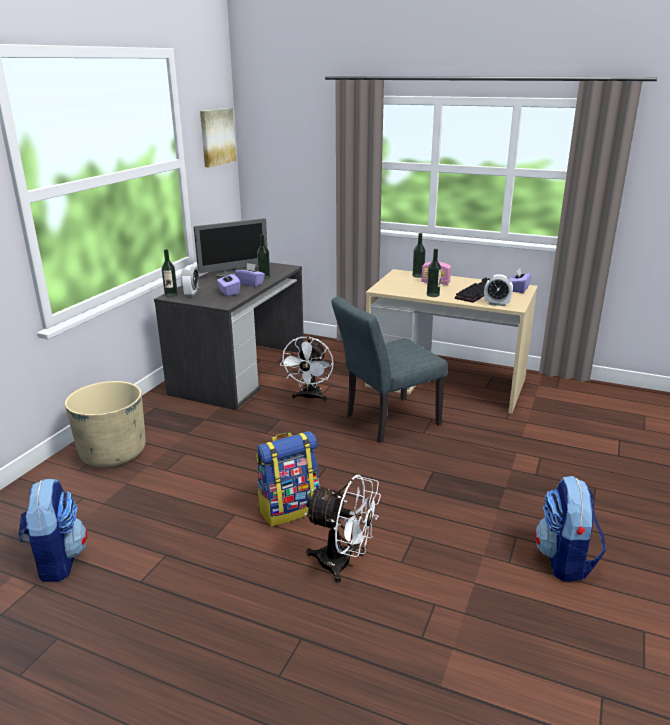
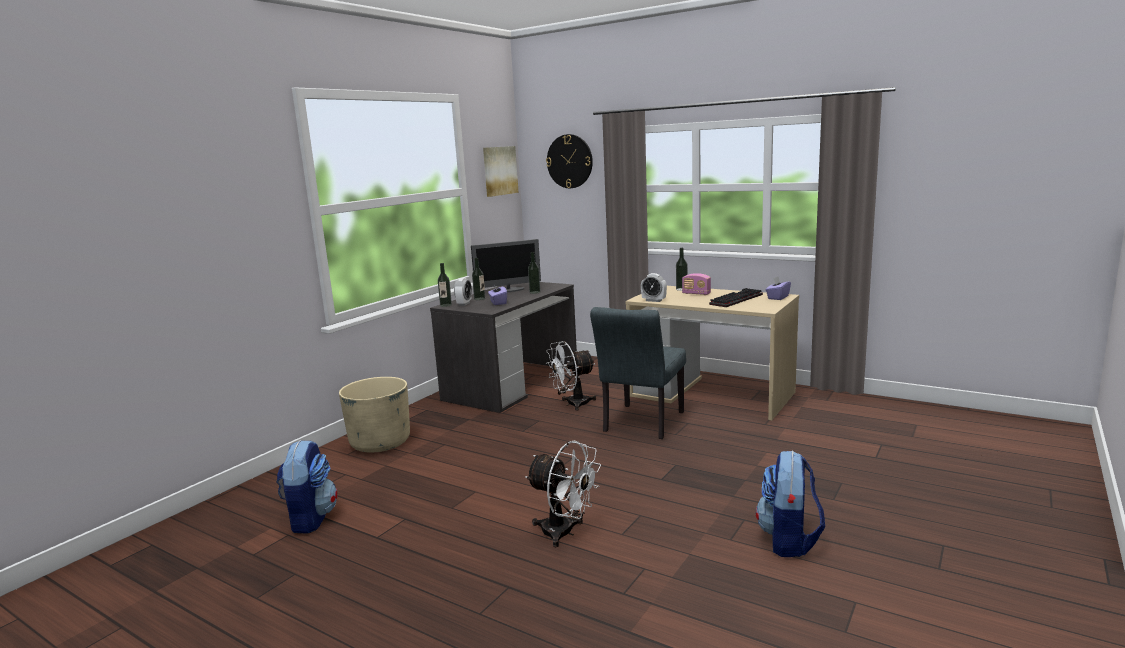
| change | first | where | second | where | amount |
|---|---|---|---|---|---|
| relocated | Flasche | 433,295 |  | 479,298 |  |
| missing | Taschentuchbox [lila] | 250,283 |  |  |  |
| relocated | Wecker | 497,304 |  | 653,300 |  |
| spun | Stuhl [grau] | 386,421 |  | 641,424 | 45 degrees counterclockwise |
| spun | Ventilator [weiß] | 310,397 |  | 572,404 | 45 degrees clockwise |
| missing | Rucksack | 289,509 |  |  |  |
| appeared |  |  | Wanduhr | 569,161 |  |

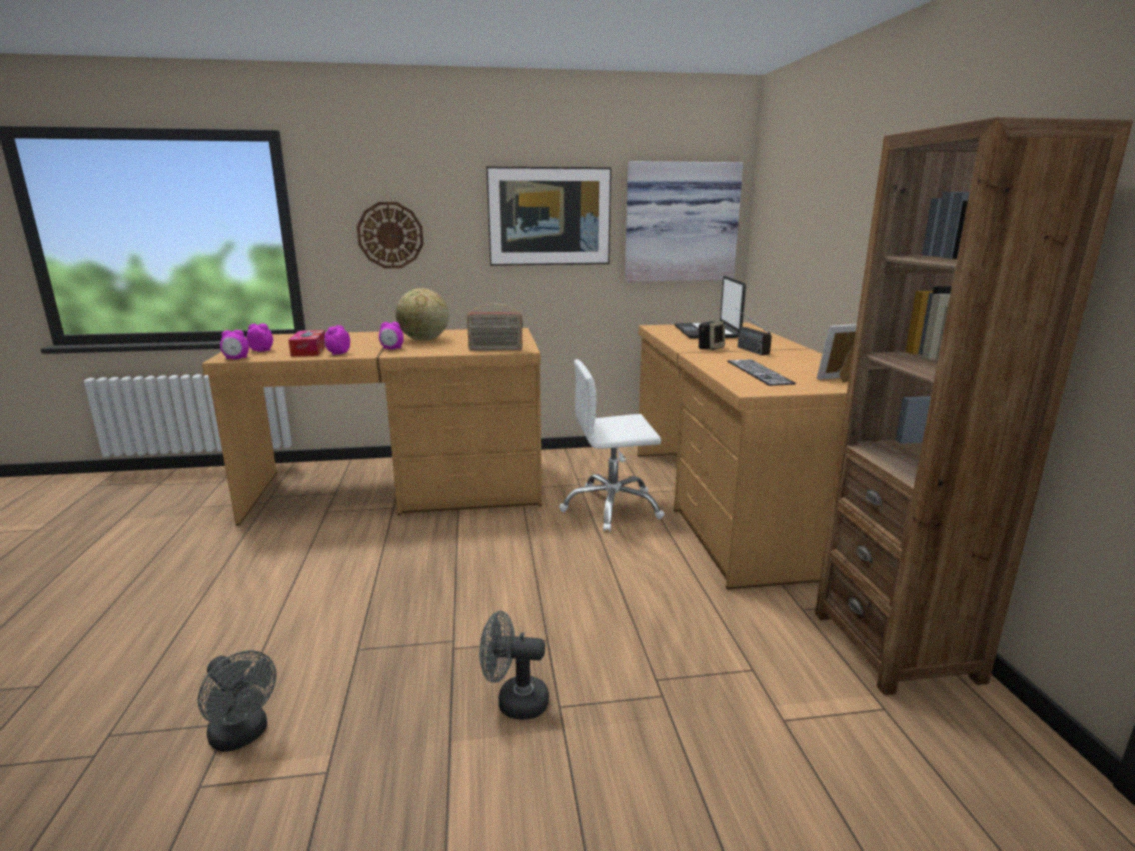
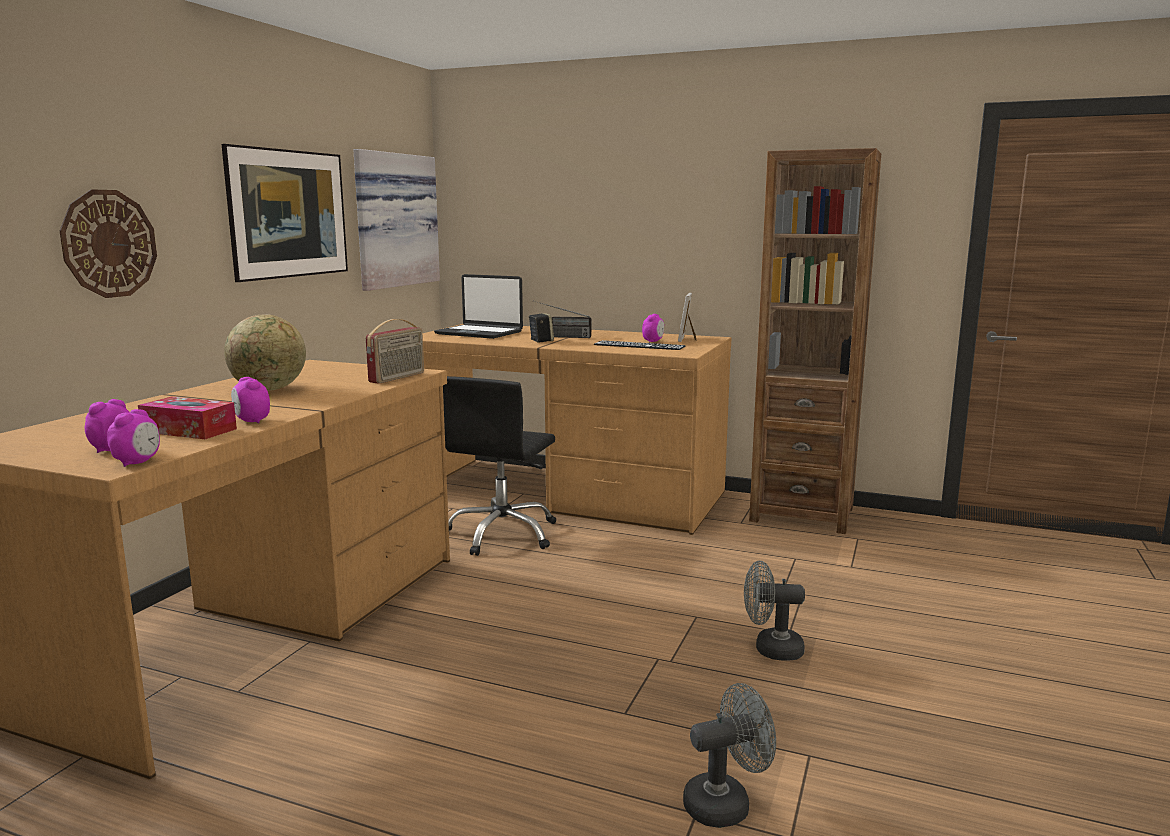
| change | first | where | second | where | amount |
|---|---|---|---|---|---|
| relocated | Wecker | 392,349 |  | 653,341 |  |
| colour | Bürostuhl [weiß] | 612,507 | Bürostuhl [schwarz] | 502,534 |  |
| spun | Ventilator [grau] | 514,701 |  | 770,649 | 60 degrees clockwise |

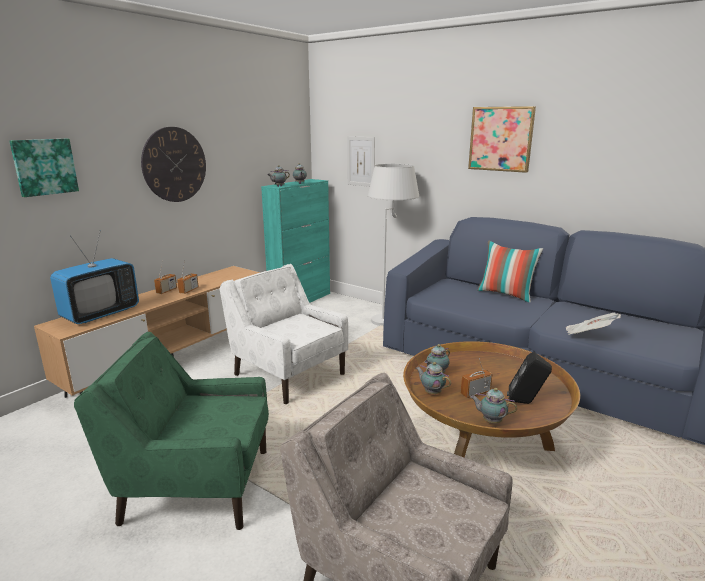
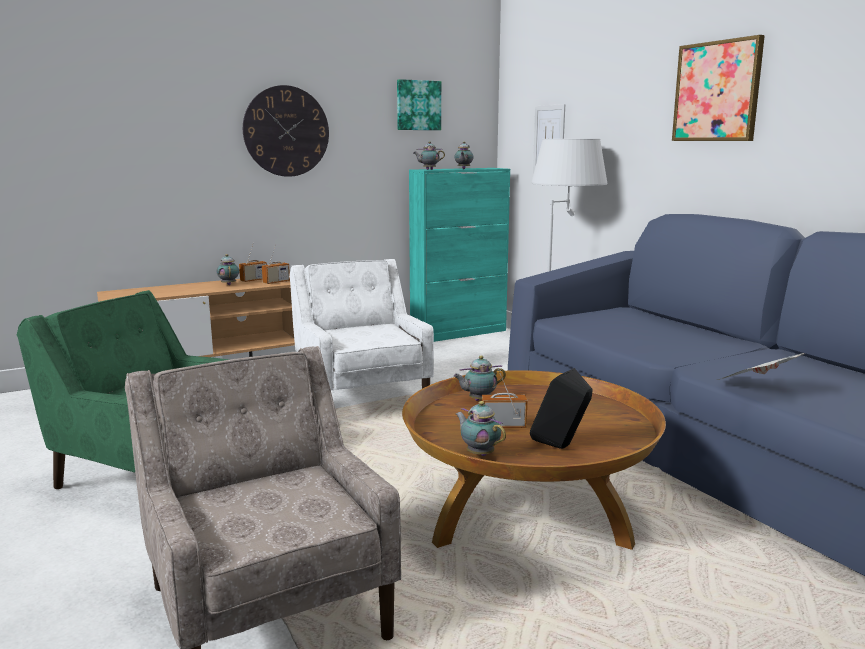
| change | first | where | second | where | amount |
|---|---|---|---|---|---|
| relocated | Bild | 44,167 |  | 418,105 |  |
| missing | Fernseher | 101,314 |  |  |  |
| missing | Kissen | 506,294 |  |  |  |
| relocated | Teekanne | 431,392 |  | 229,284 |  |

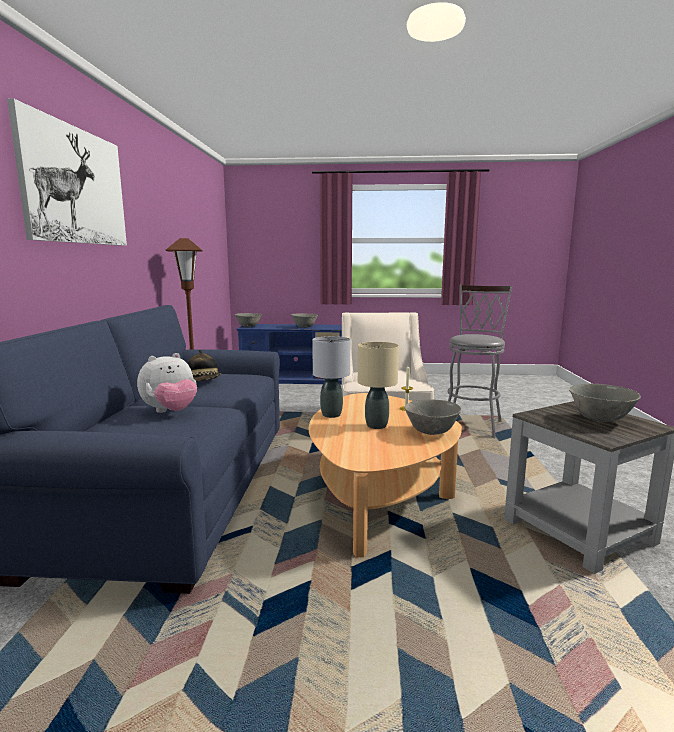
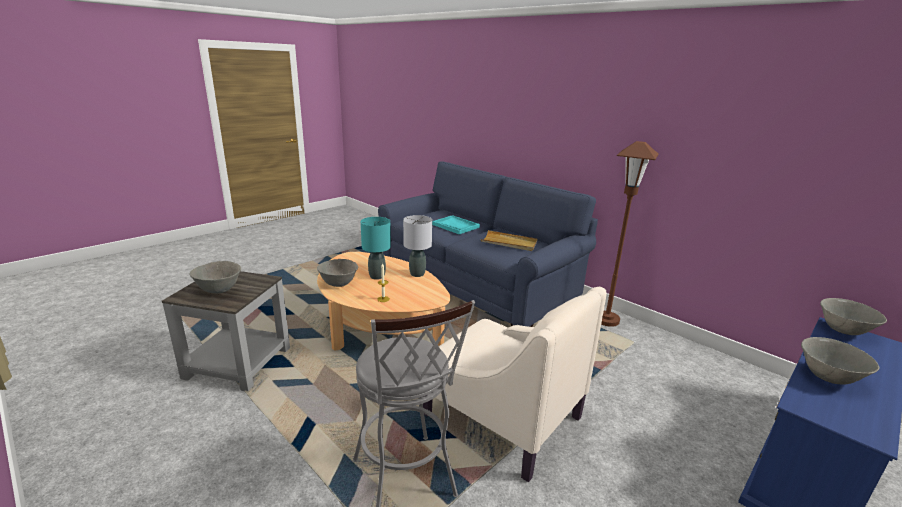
| change | first | where | second | where | amount |
|---|---|---|---|---|---|
| missing | Bild | 75,186 |  |  |  |
| colour | Tischlampe [beige] | 376,425 | Tischlampe [türkis] | 377,276 |  |
| exchanged | Hut | 204,382 | Tablett [beige] | 509,243 |  |
| exchanged | Plüschtier | 171,412 | Tablett [türkis] | 455,226 |  |

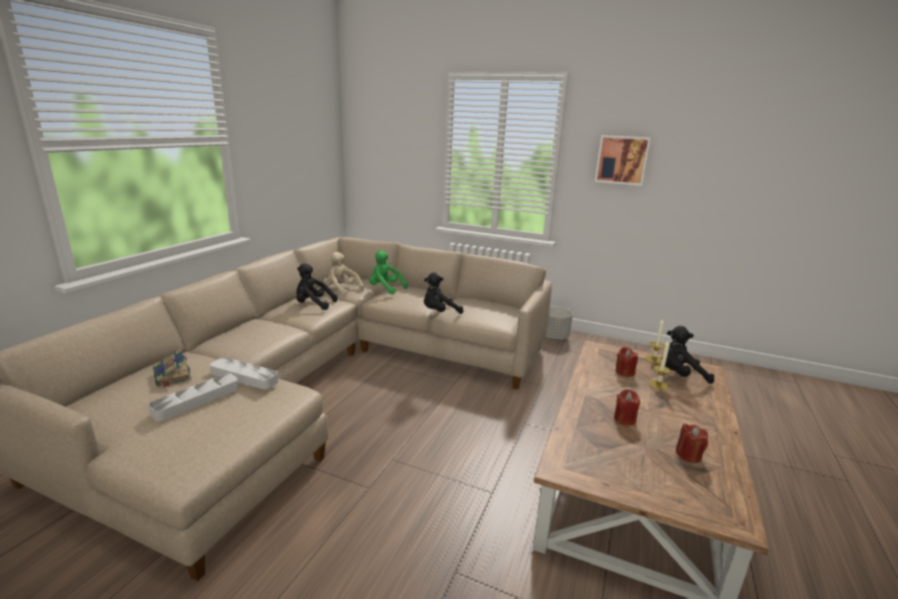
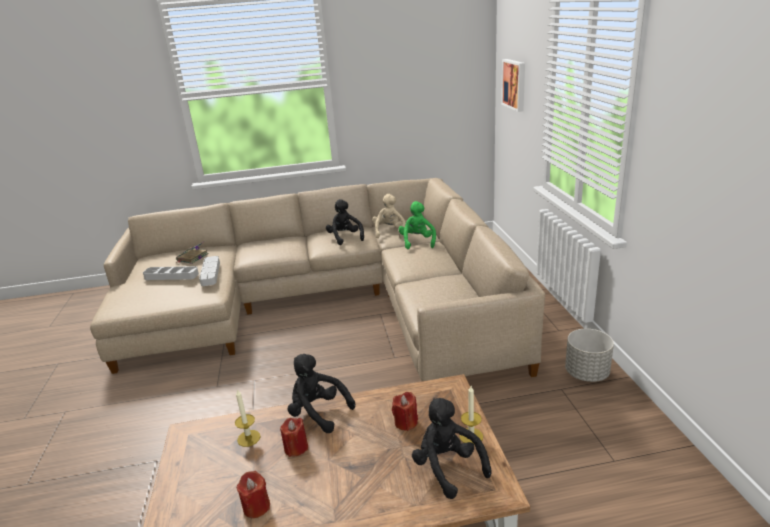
| change | first | where | second | where | amount |
|---|---|---|---|---|---|
| relocated | Bild | 622,160 |  | 515,84 |  |
| relocated | Plüschtier [schwarz] | 439,312 |  | 318,413 |  |
| relocated | Kerze | 658,385 |  | 248,438 |  |

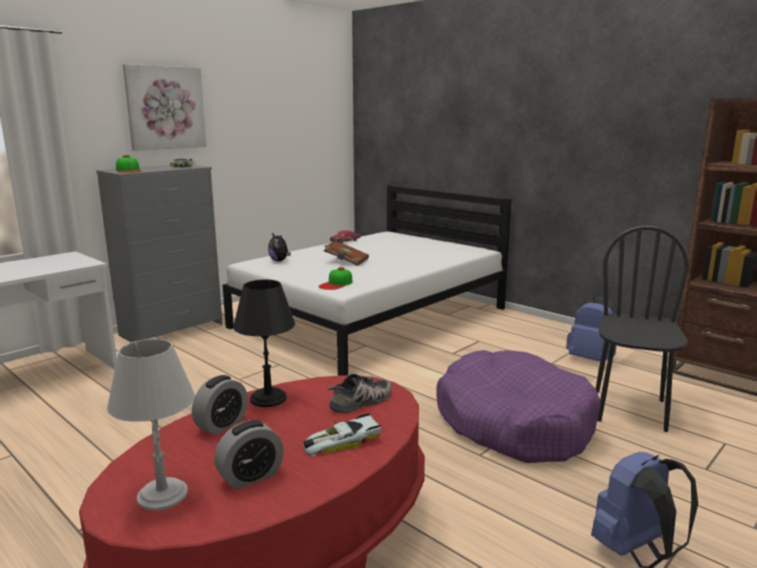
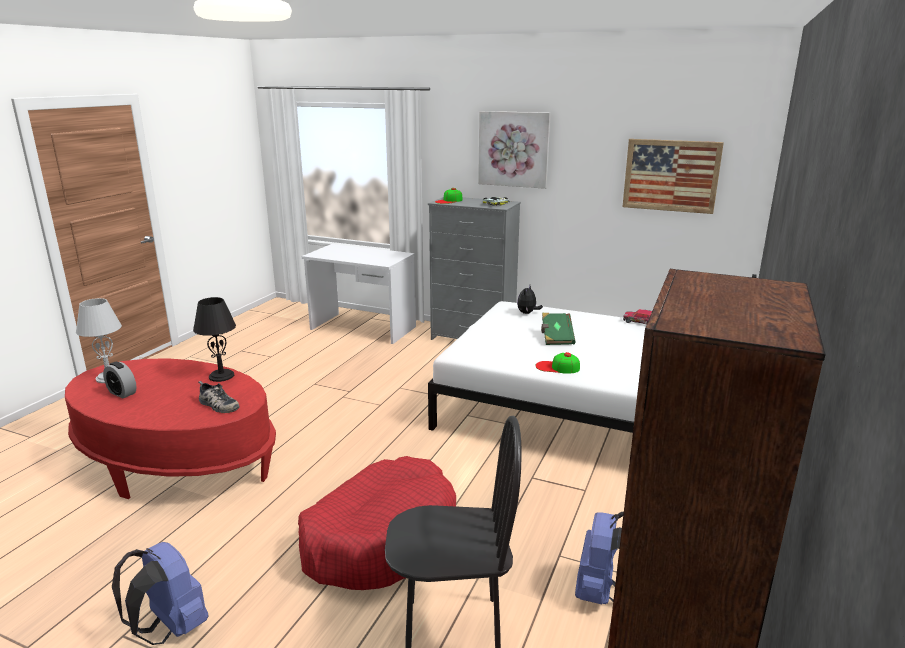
| change | first | where | second | where | amount |
|---|---|---|---|---|---|
| colour | Buch [braun] | 346,261 | Buch [grün] | 556,337 |  |
| relocated | Kappe | 336,284 |  | 557,367 |  |
| colour | Hundebett [lila] | 513,423 | Hundebett [rot] | 380,538 |  |
| missing | Wecker | 221,424 |  |  |  |
| missing | Spielzeugauto | 340,441 |  |  |  |
| appeared |  |  | Bild | 671,175 |  |

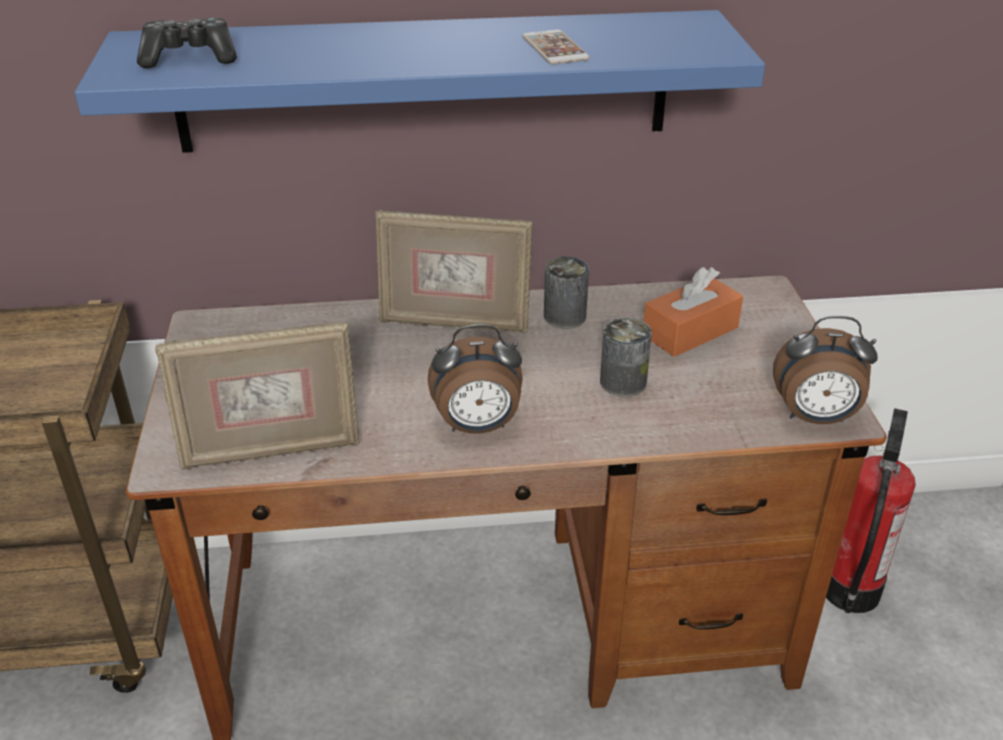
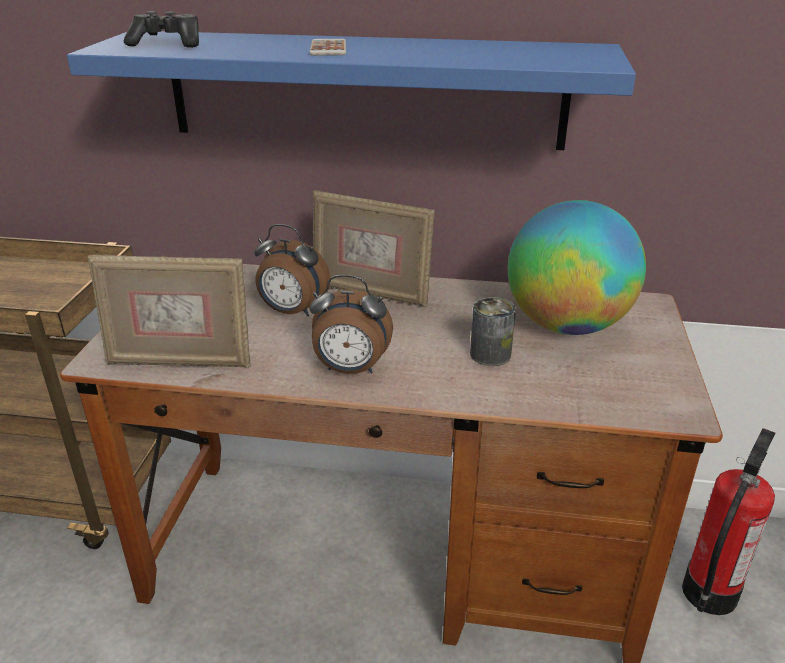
| change | first | where | second | where | amount |
|---|---|---|---|---|---|
| relocated | Handy | 555,48 |  | 328,48 |  |
| missing | Dose | 564,316 |  |  |  |
| exchanged | Taschentuchbox [orange] | 690,331 | Globus | 567,325 |  |
| relocated | Wecker | 815,418 |  | 292,312 |  |

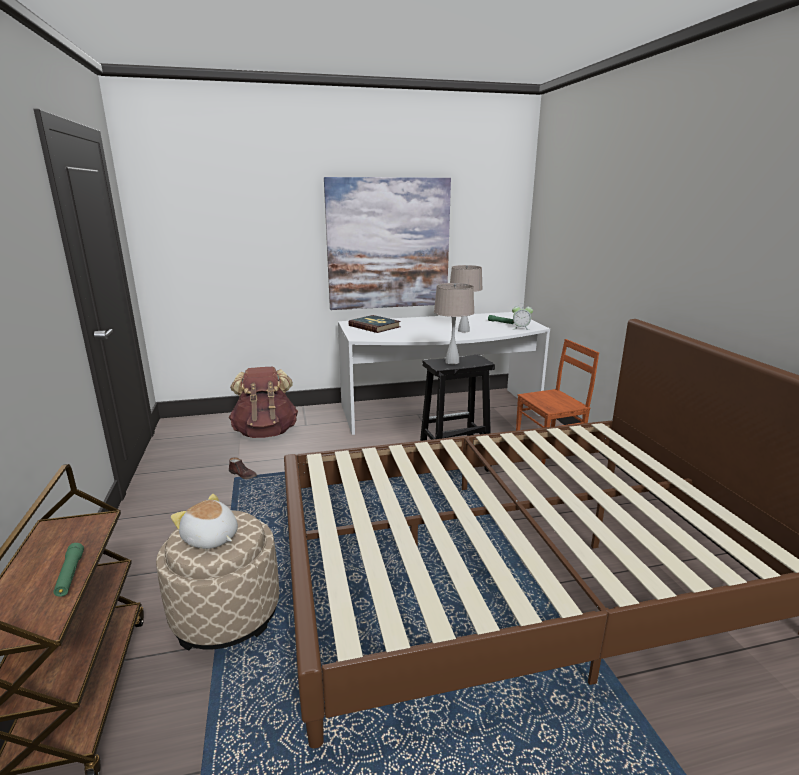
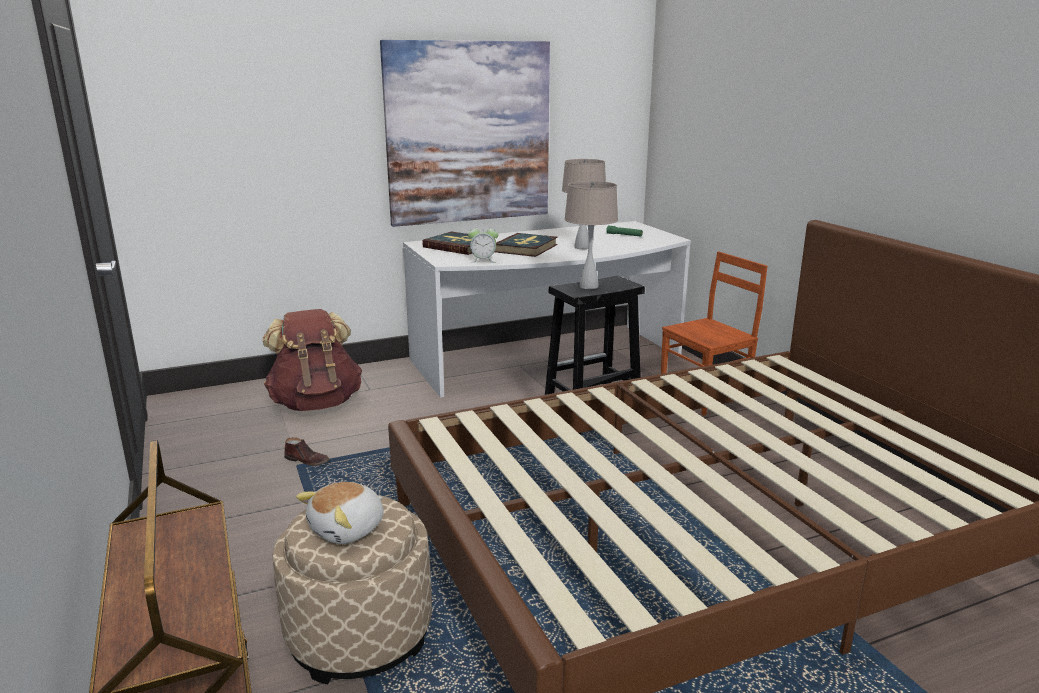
| change | first | where | second | where | amount |
|---|---|---|---|---|---|
| relocated | Wecker | 521,328 |  | 483,260 |  |
| spun | Plüschtier | 210,539 |  | 348,529 | 75 degrees counterclockwise |
| missing | Taschenlampe [grün] | 70,575 |  |  |  |
| appeared |  |  | Buch | 525,248 |  |

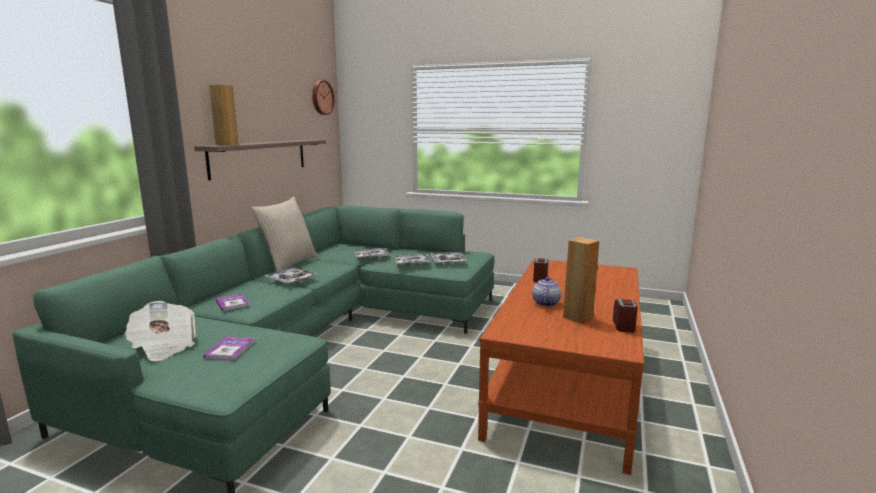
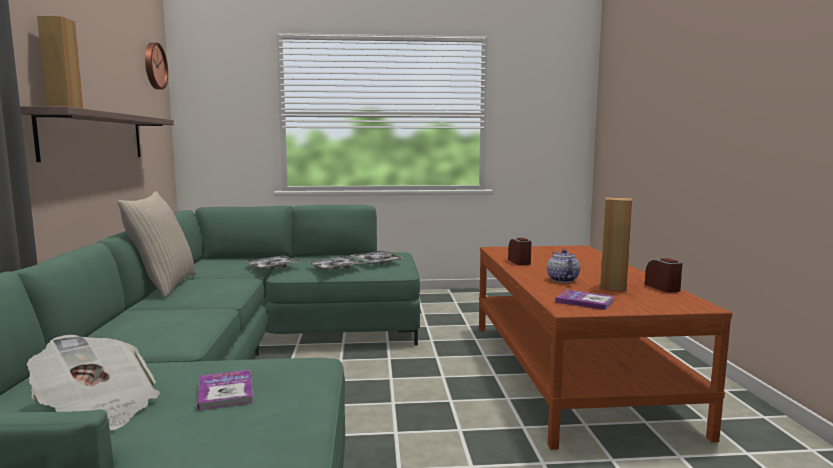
| change | first | where | second | where | amount |
|---|---|---|---|---|---|
| missing | Tablett | 291,280 |  |  |  |
| relocated | Buch | 232,303 |  | 585,301 |  |

